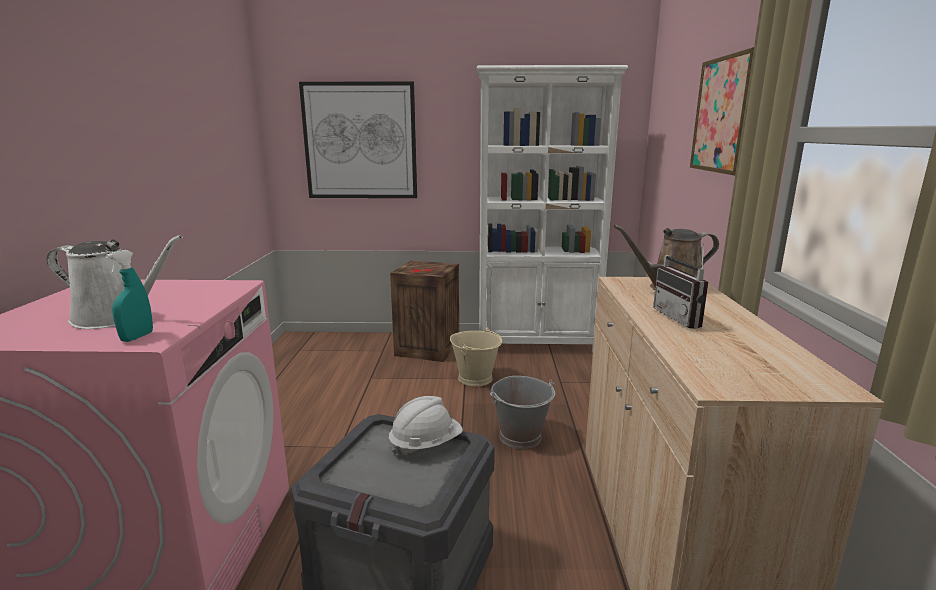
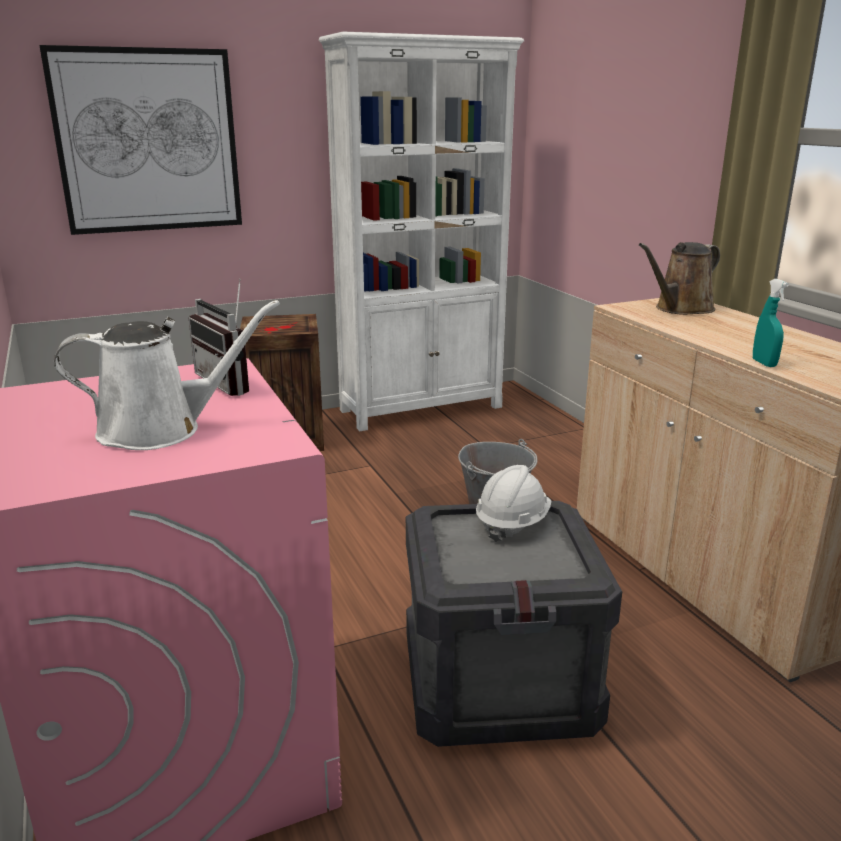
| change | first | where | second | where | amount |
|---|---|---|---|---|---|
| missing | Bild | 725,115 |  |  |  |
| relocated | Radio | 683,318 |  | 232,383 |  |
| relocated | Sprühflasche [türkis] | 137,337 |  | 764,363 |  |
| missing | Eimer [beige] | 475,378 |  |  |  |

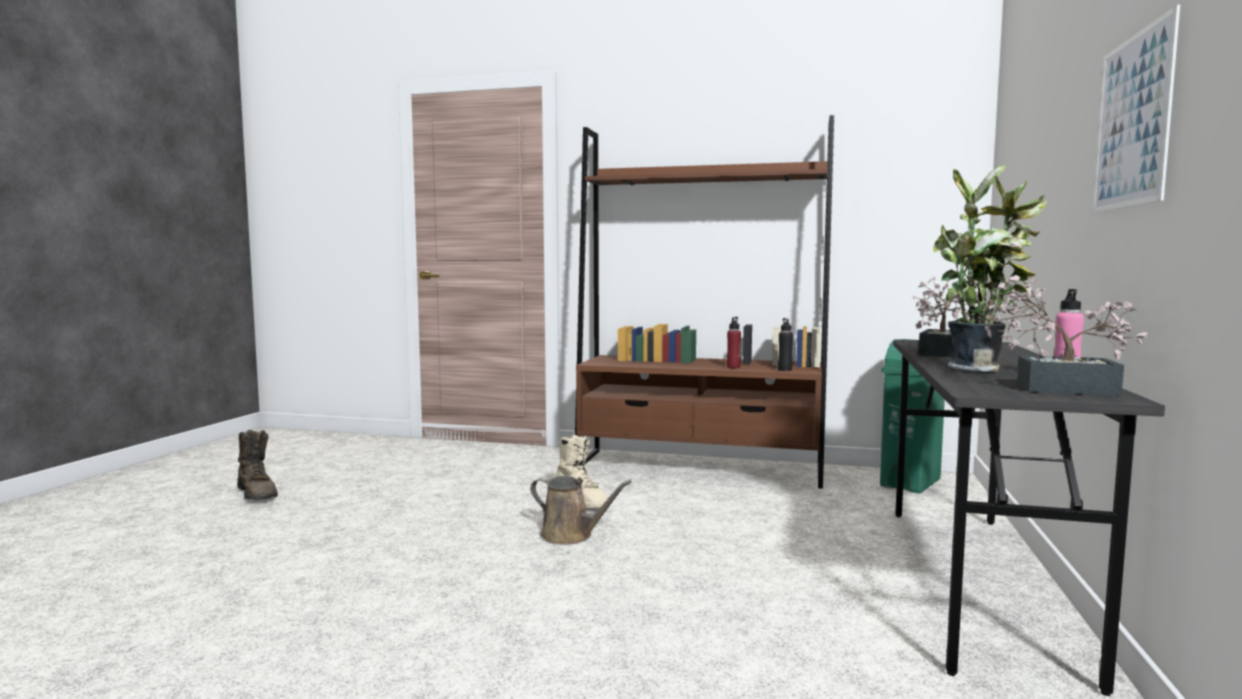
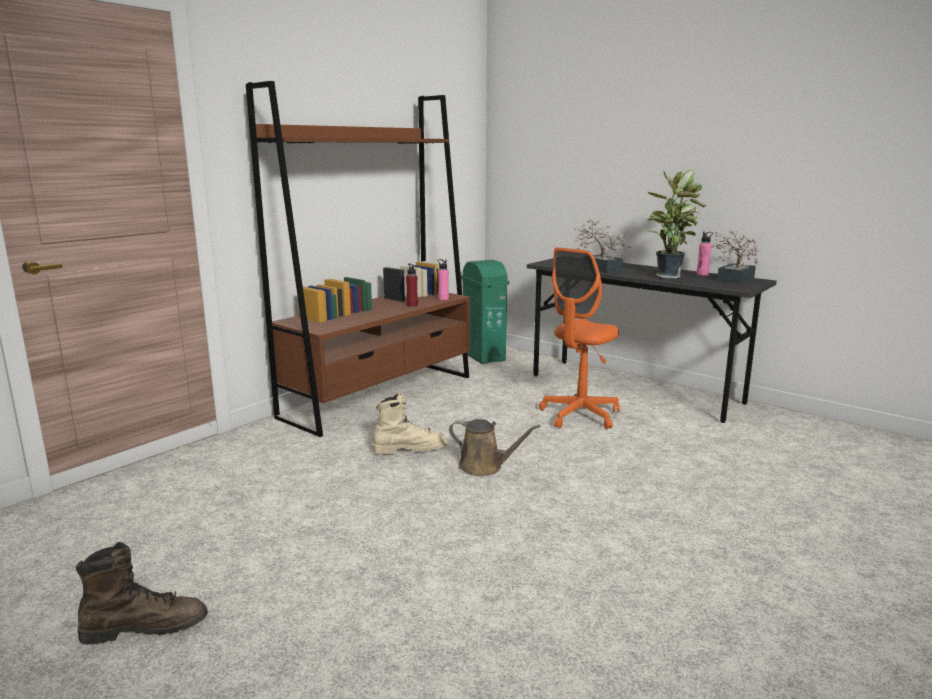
| change | first | where | second | where | amount |
|---|---|---|---|---|---|
| missing | Bild | 1132,121 |  |  |  |
| colour | Flasche [schwarz] | 784,370 | Flasche [rosa] | 443,299 |  |
| spun | Gießkanne [braun] | 570,536 |  | 484,467 | 60 degrees clockwise |
| appeared |  |  | Bürostuhl [orange] | 580,415 |  |

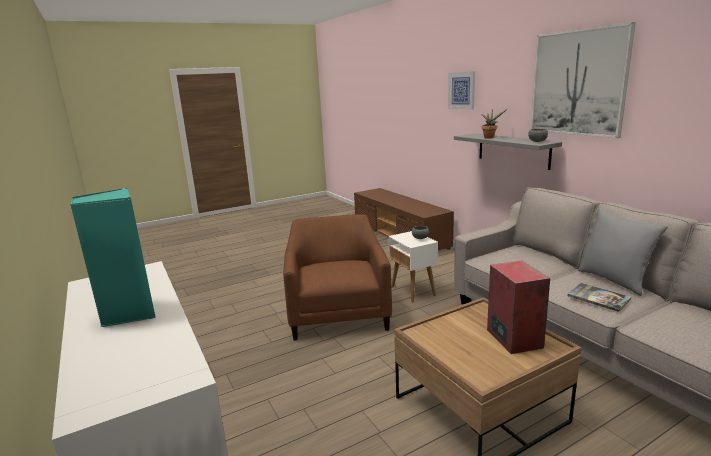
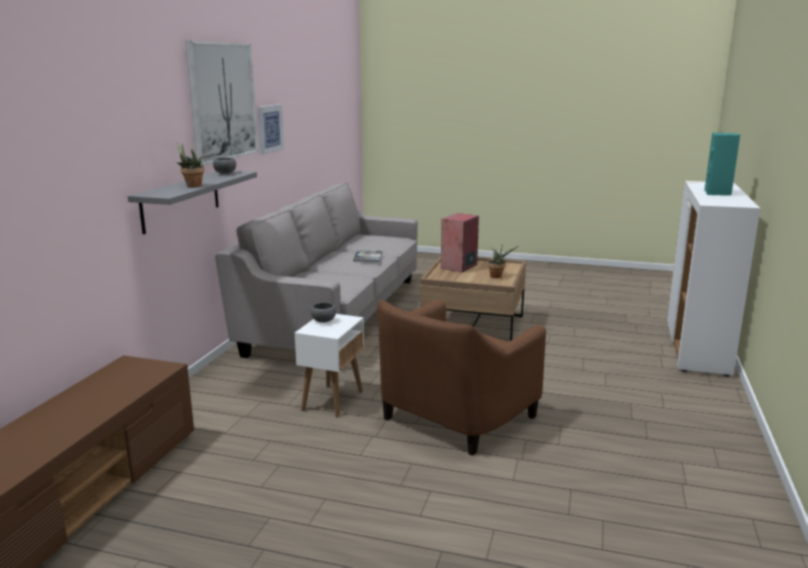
| change | first | where | second | where | amount |
|---|---|---|---|---|---|
| relocated | Bild | 462,90 |  | 269,128 |  |
| missing | Kissen [grau] | 614,280 |  |  |  |
| appeared |  |  | Topfpflanze | 497,276 |  |

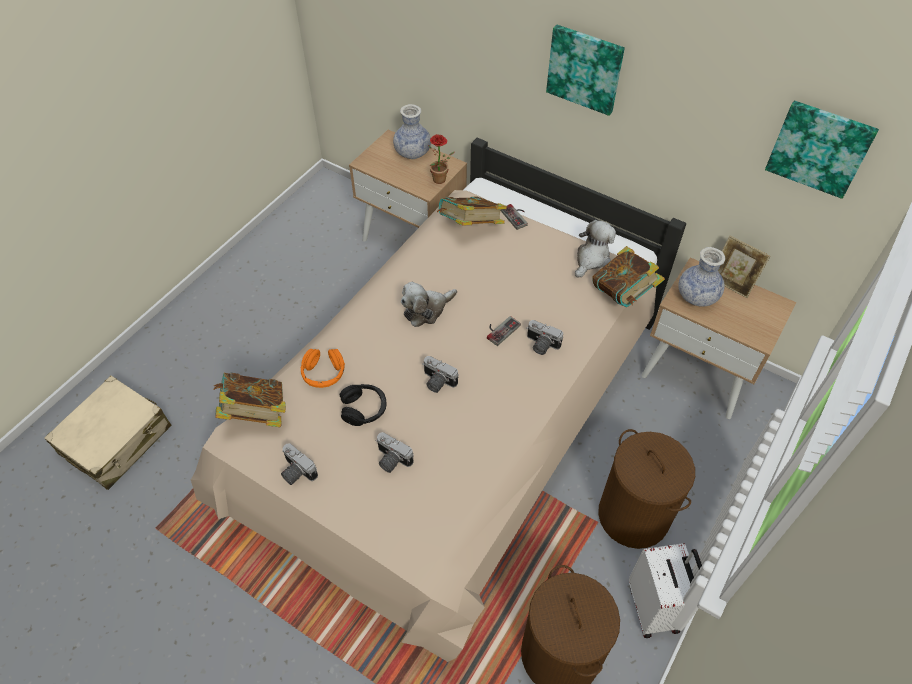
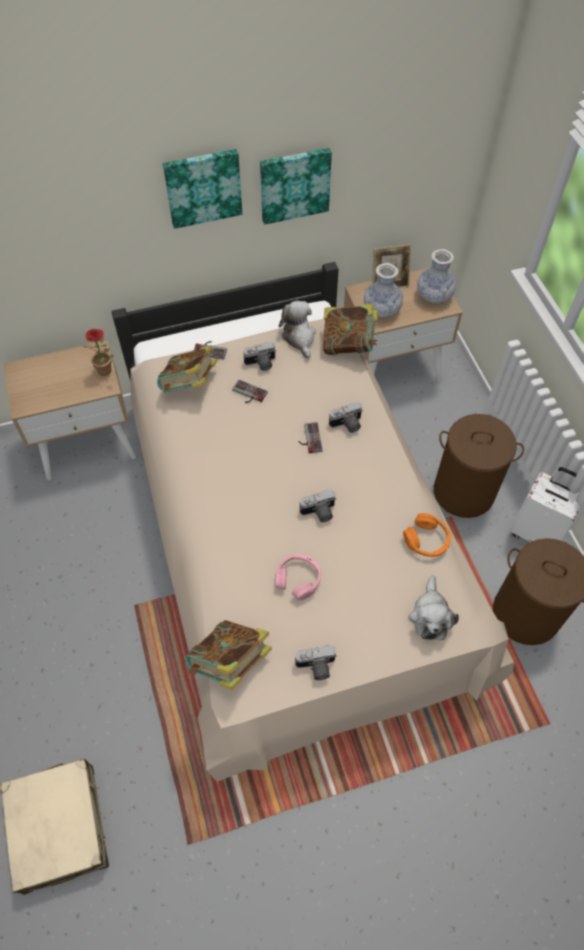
| change | first | where | second | where | amount |
|---|---|---|---|---|---|
| relocated | Bild | 820,148 |  | 294,184 |  |
| relocated | Vase | 412,152 |  | 434,296 |  |
| relocated | Plüschtier | 426,310 |  | 430,615 |  |
| relocated | Kopfhörer [orange] | 323,373 |  | 427,540 |  |
| colour | Kopfhörer [schwarz] | 364,409 | Kopfhörer [rosa] | 298,579 |  |
| relocated | Kamera | 391,460 |  | 261,364 |  |
| appeared |  |  | Gamepad | 248,394 |  |

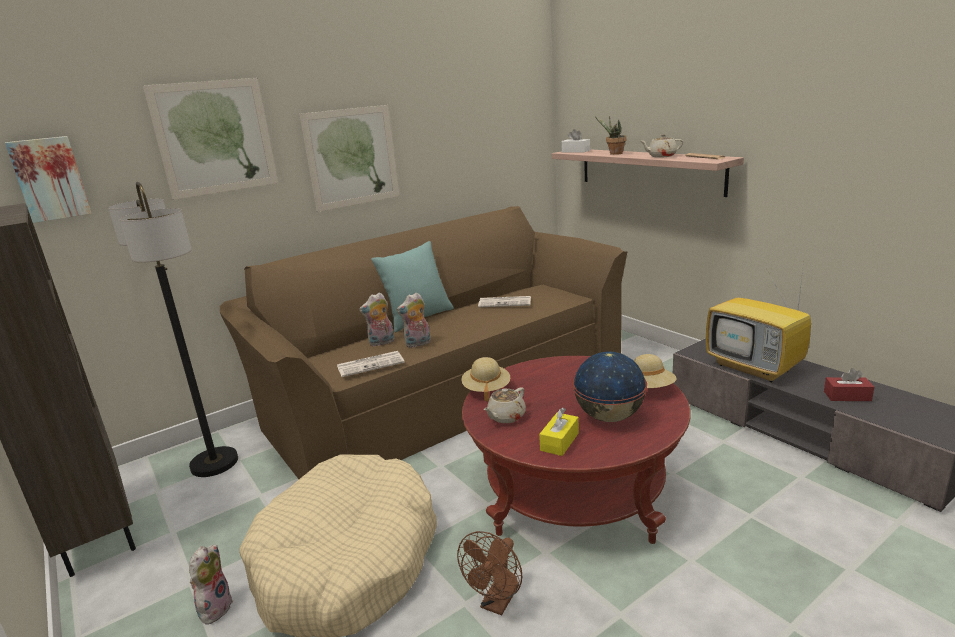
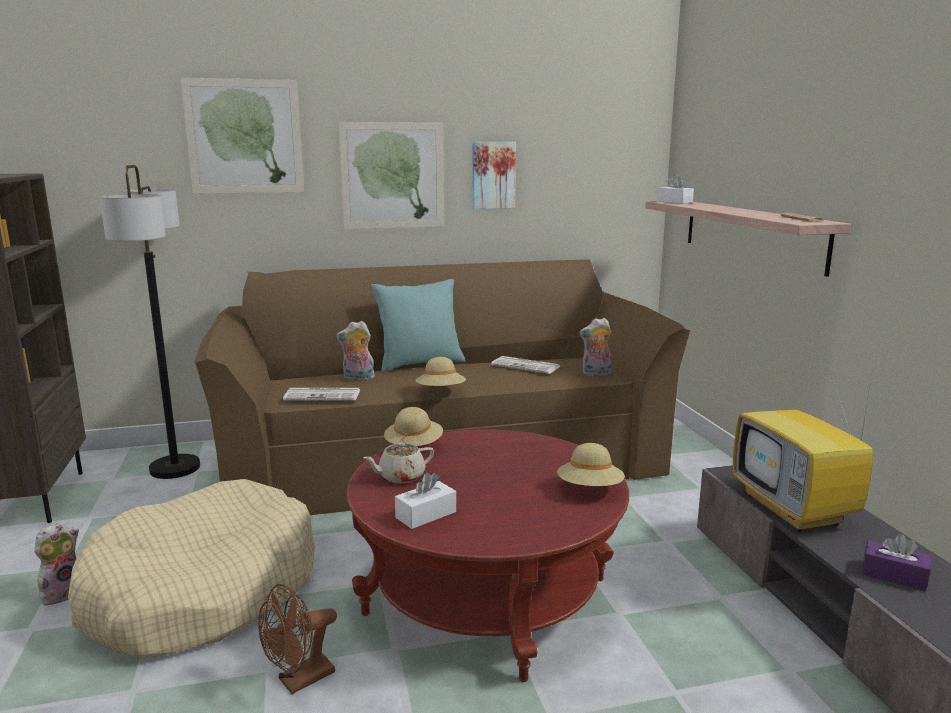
| change | first | where | second | where | amount |
|---|---|---|---|---|---|
| missing | Topfpflanze | 614,154 |  |  |  |
| missing | Teekanne [beige] | 661,156 |  |  |  |
| relocated | Bild | 49,179 |  | 493,175 |  |
| relocated | Plüschtier | 418,344 |  | 596,374 |  |
| missing | Globus | 610,417 |  |  |  |
| colour | Taschentuchbox [rot] | 847,396 | Taschentuchbox [lila] | 894,575 |  |
| colour | Taschentuchbox [gelb] | 559,441 | Taschentuchbox [weiß] | 426,515 |  |
| appeared |  |  | Hut [beige] | 441,392 |  |

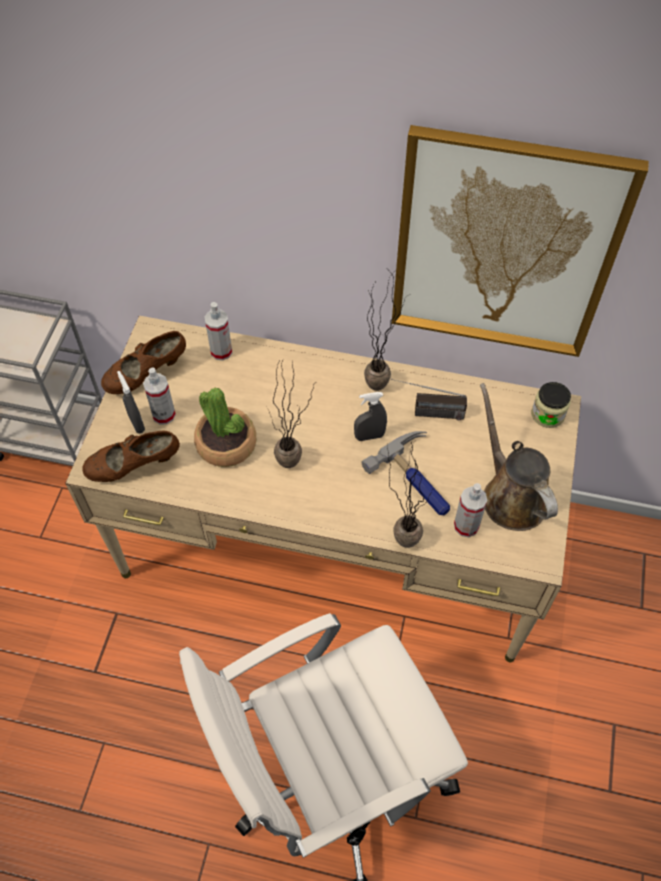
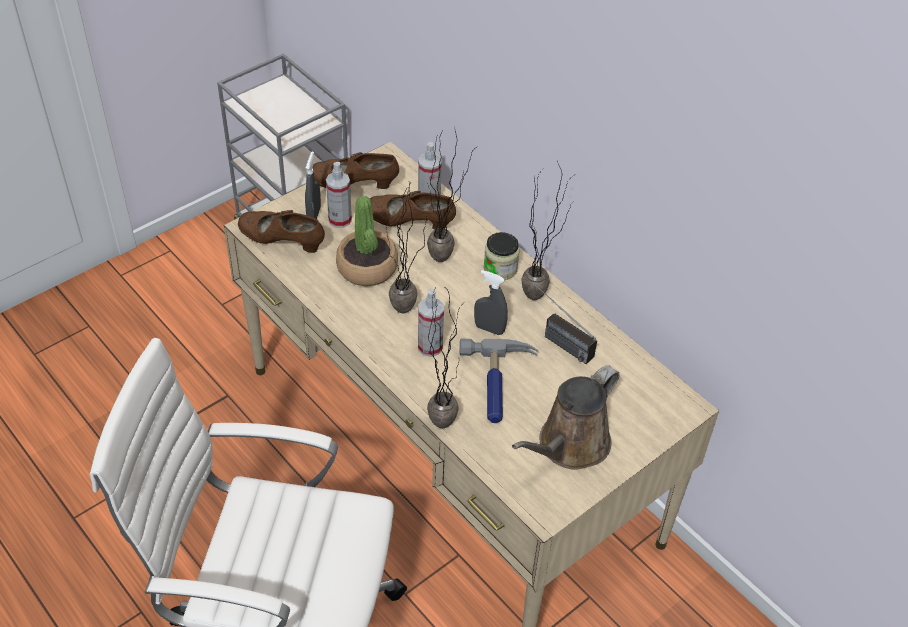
| change | first | where | second | where | amount |
|---|---|---|---|---|---|
| missing | Bild | 504,248 |  |  |  |
| relocated | Vorratsglas | 547,414 |  | 500,268 |  |
| spun | Gießkanne [braun] | 510,495 |  | 569,446 | 150 degrees counterclockwise |
| relocated | Sprühflasche | 466,526 |  | 430,347 |  |
| appeared |  |  | Topfpflanze | 448,260 |  |
| appeared |  |  | Schuh [braun] | 410,224 |  |

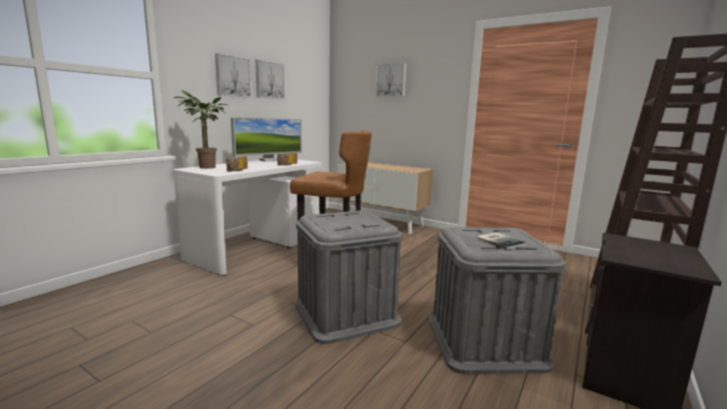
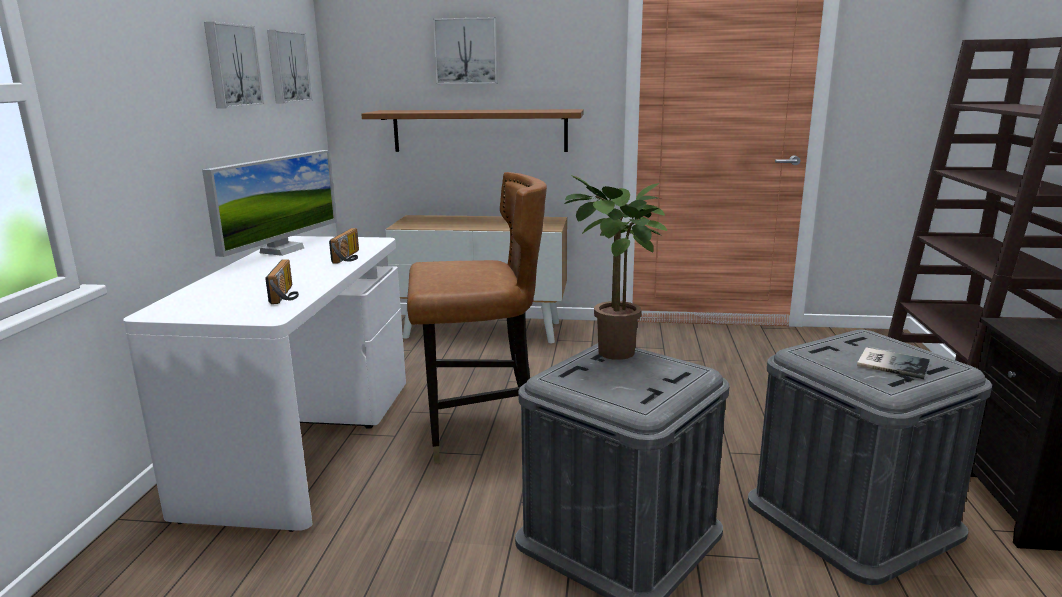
| change | first | where | second | where | amount |
|---|---|---|---|---|---|
| relocated | Bild | 232,76 |  | 287,67 |  |
| relocated | Topfpflanze | 204,167 |  | 616,355 |  |
| appeared |  |  | Wandregal [braun] | 479,130 |  |

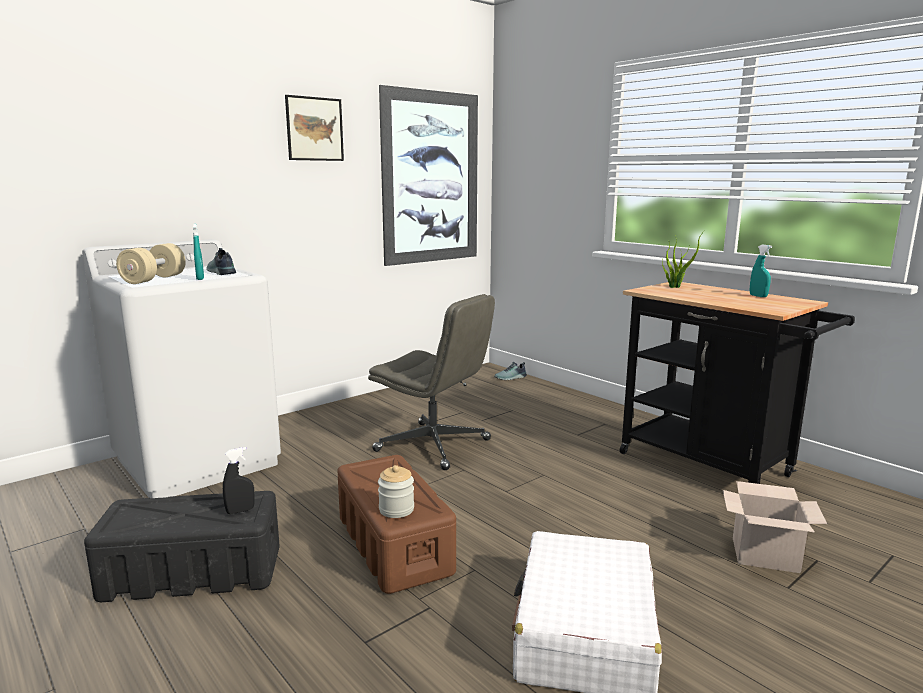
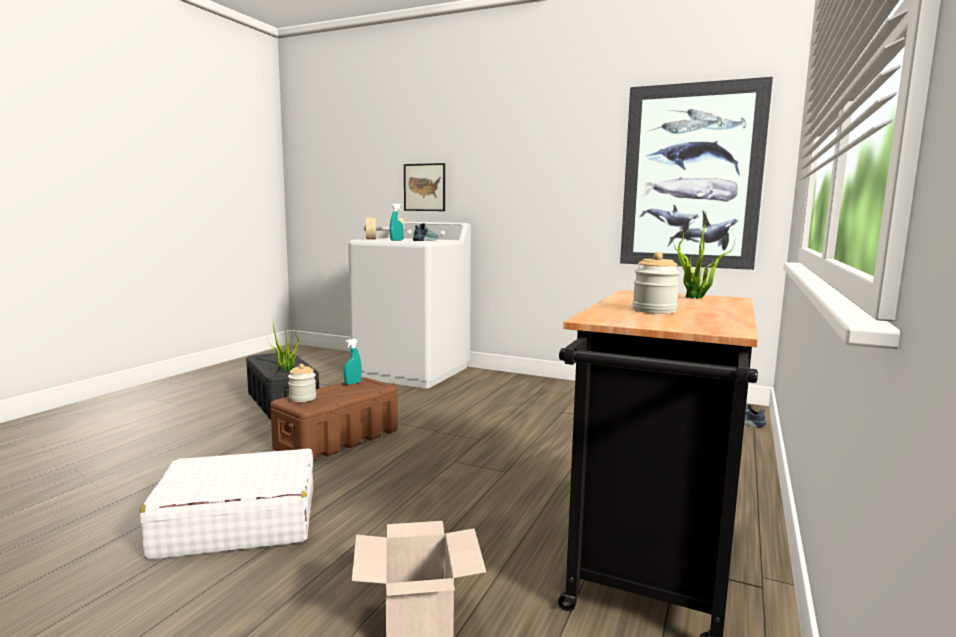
| change | first | where | second | where | amount |
|---|---|---|---|---|---|
| relocated | Bild | 314,129 |  | 424,187 |  |
| relocated | Sprühflasche [türkis] | 758,296 |  | 353,383 |  |
| missing | Bürostuhl [grau] | 434,445 |  |  |  |
| exchanged | Sprühflasche [schwarz] | 240,511 | Topfpflanze | 285,370 |  |
| appeared |  |  | Vorratsglas | 654,310 |  |

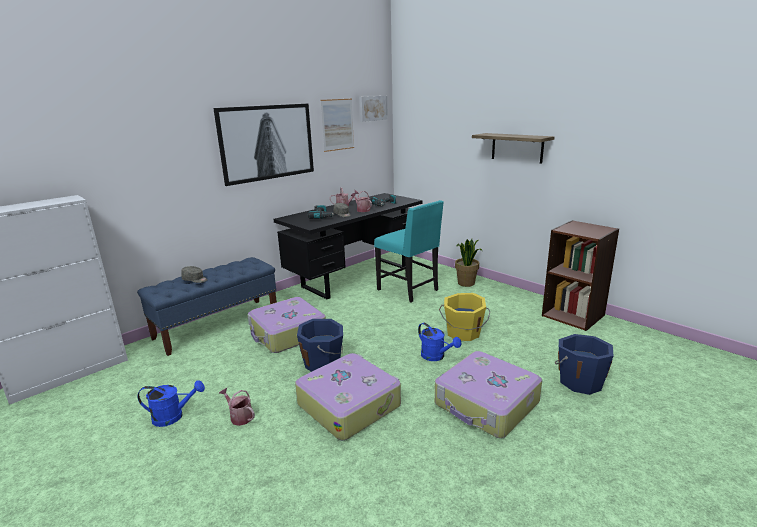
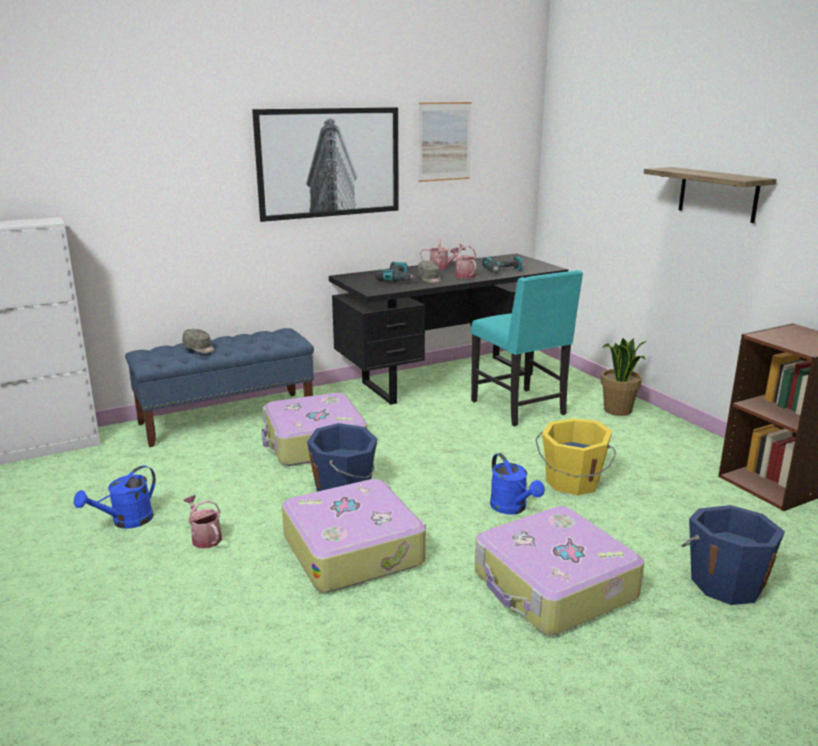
| change | first | where | second | where | amount |
|---|---|---|---|---|---|
| missing | Bild | 372,108 |  |  |  |
| spun | Gießkanne [blau] | 173,416 |  | 126,522 | 120 degrees clockwise |

